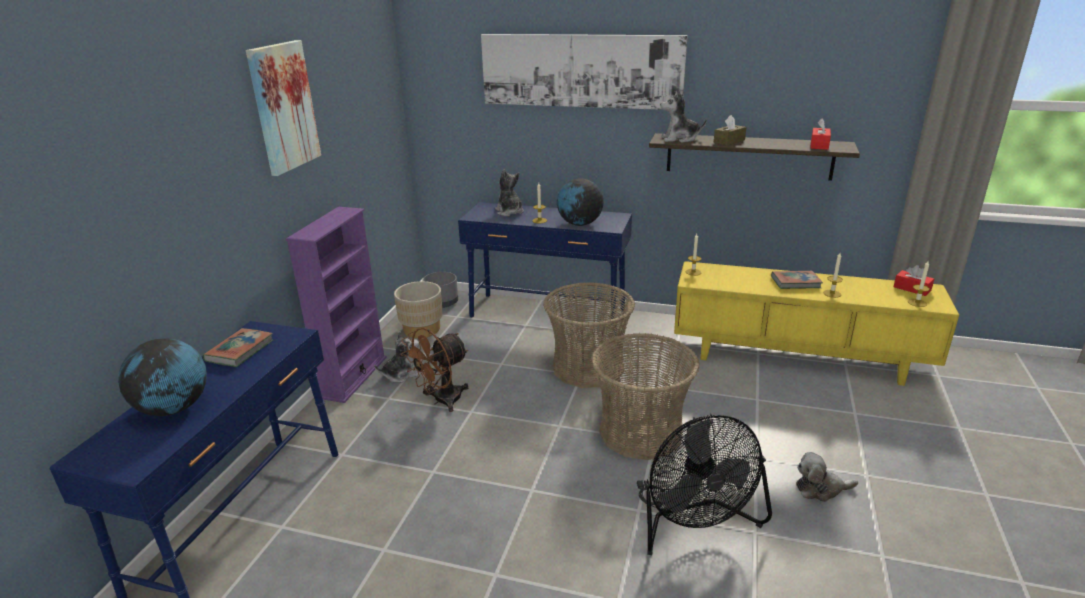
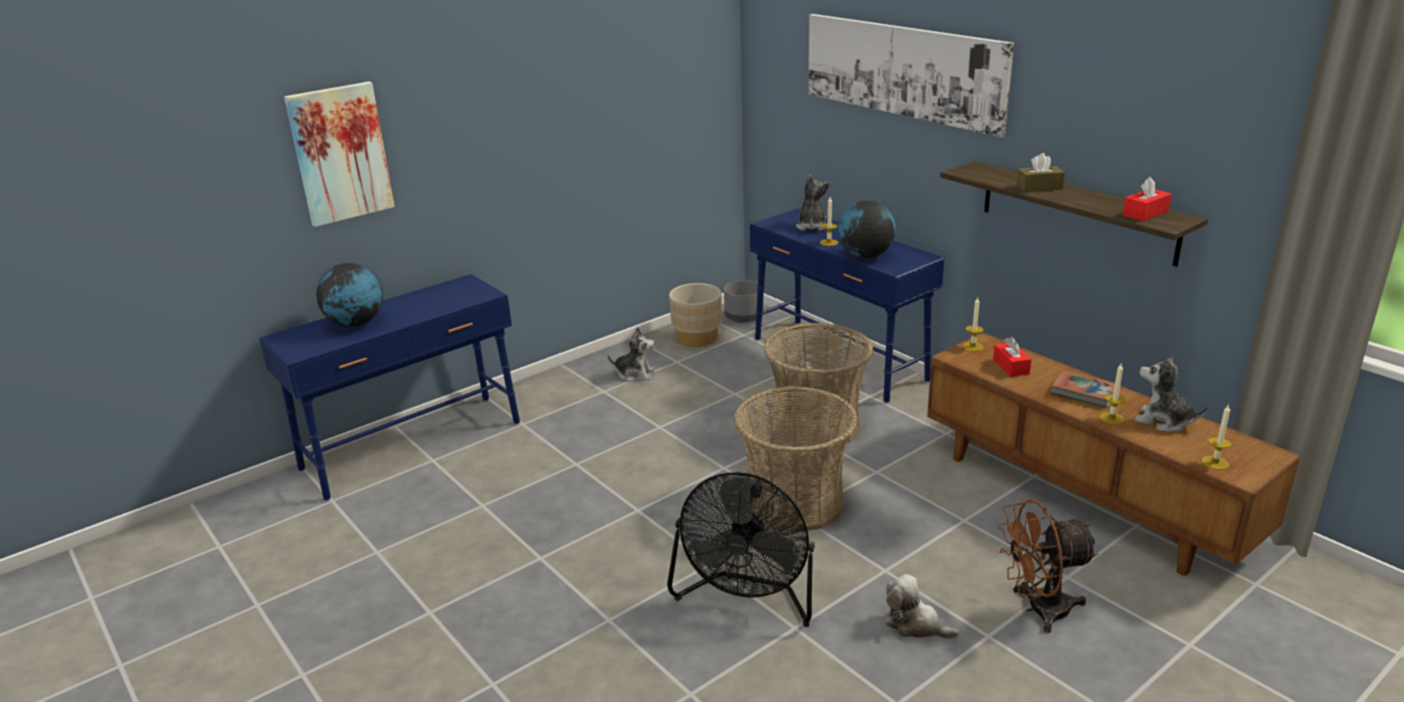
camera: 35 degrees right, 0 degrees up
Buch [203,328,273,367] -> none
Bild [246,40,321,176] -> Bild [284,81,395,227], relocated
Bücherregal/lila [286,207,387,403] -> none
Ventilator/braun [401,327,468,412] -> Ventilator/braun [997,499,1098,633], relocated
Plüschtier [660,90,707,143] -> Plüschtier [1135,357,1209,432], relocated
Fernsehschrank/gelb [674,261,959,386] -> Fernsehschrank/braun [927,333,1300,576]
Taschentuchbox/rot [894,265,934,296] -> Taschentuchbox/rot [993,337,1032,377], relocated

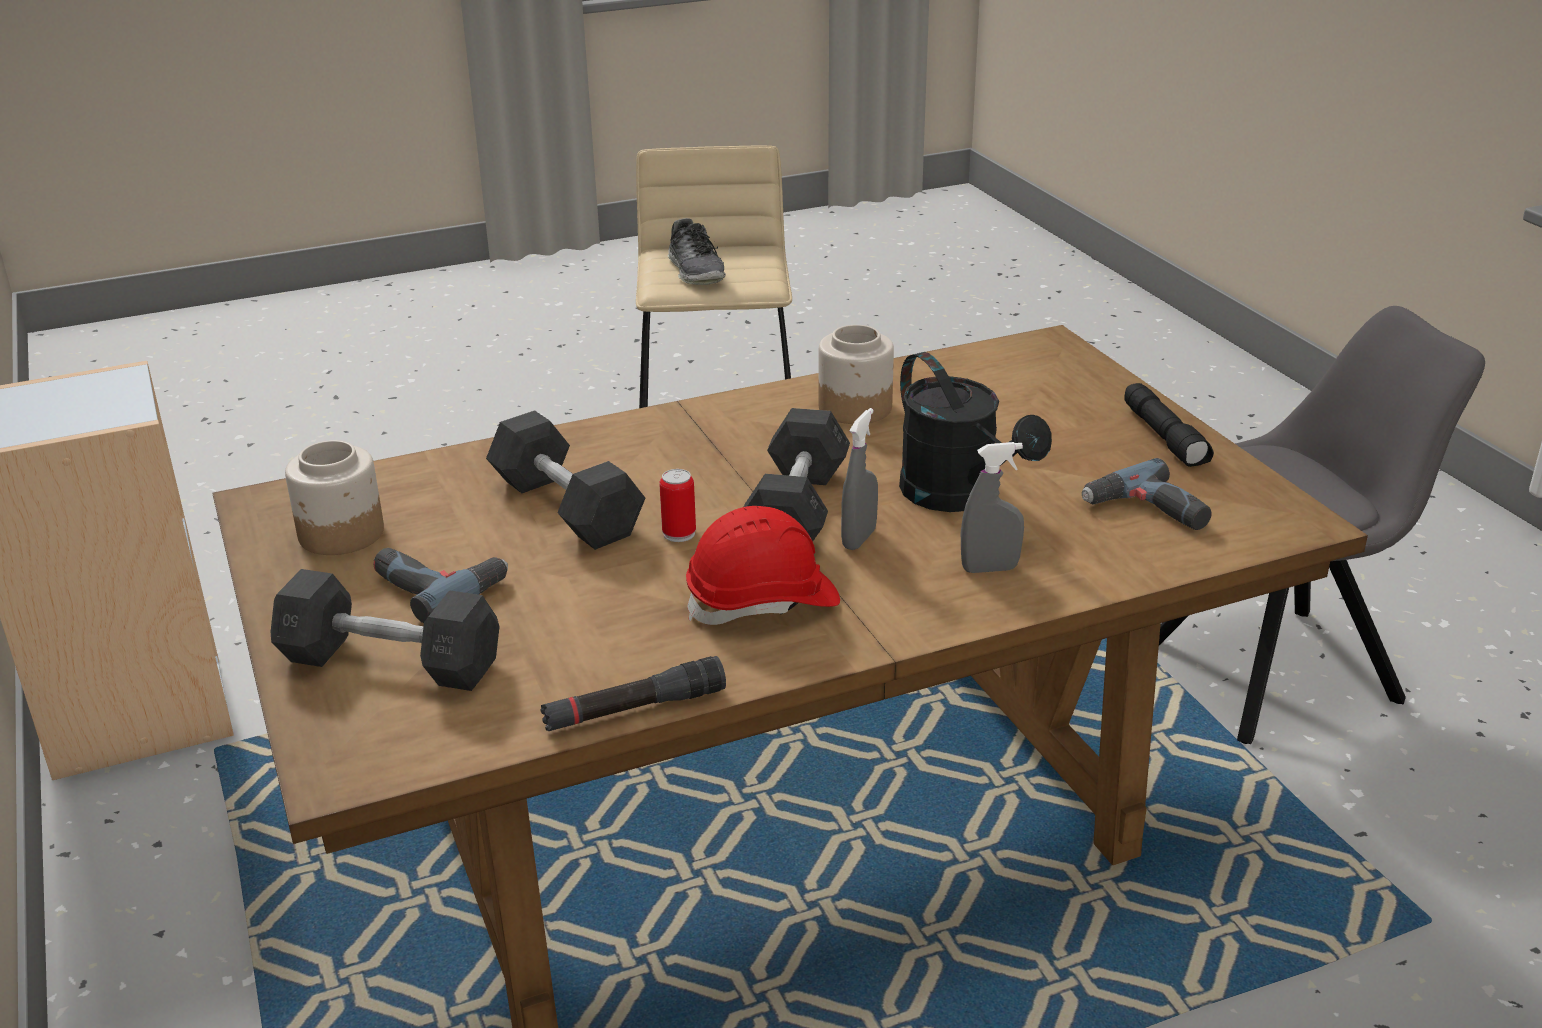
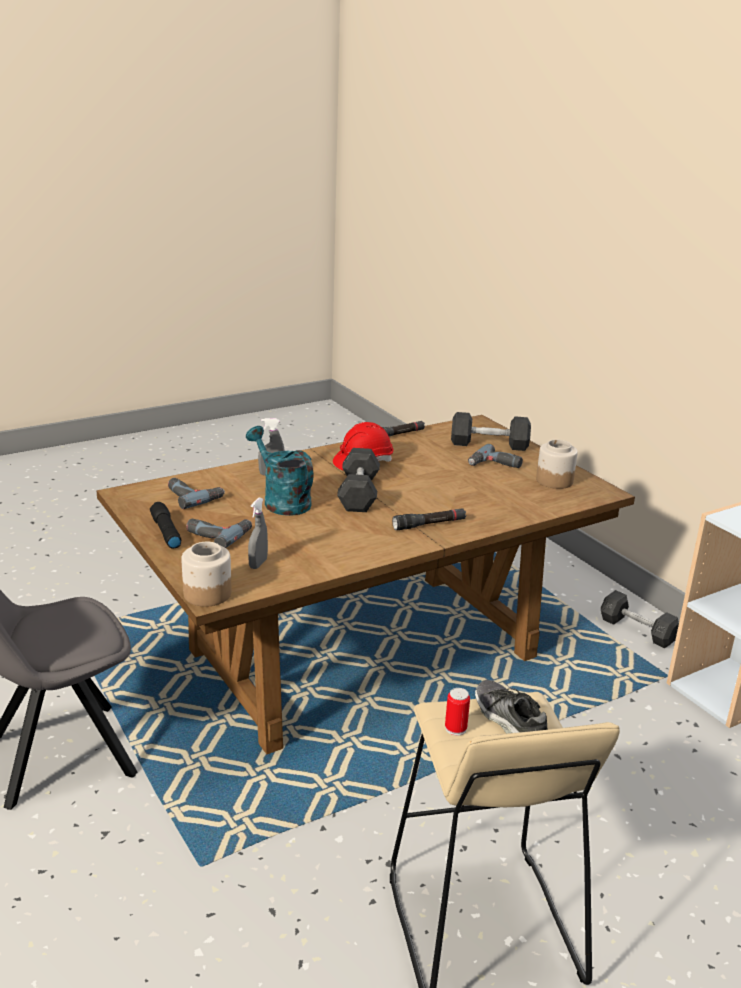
camera: 170 degrees right, 5 degrees down
Hantel/grau [486,410,645,550] -> Hantel/grau [601,590,679,648], relocated
Dose [659,469,696,542] -> Dose [445,688,470,736], relocated
Vorratsglas [818,325,894,424] -> Vorratsglas [181,542,232,607], relocated
Sprühflasche/grau [841,408,878,550] -> Sprühflasche/grau [248,498,268,569], relocated
Gießkanne/schwarz [899,352,1052,512] -> Gießkanne/türkis [246,426,313,516]
none -> Bohrmaschine [186,519,252,548]
none -> Taschenlampe/schwarz [392,508,466,530]

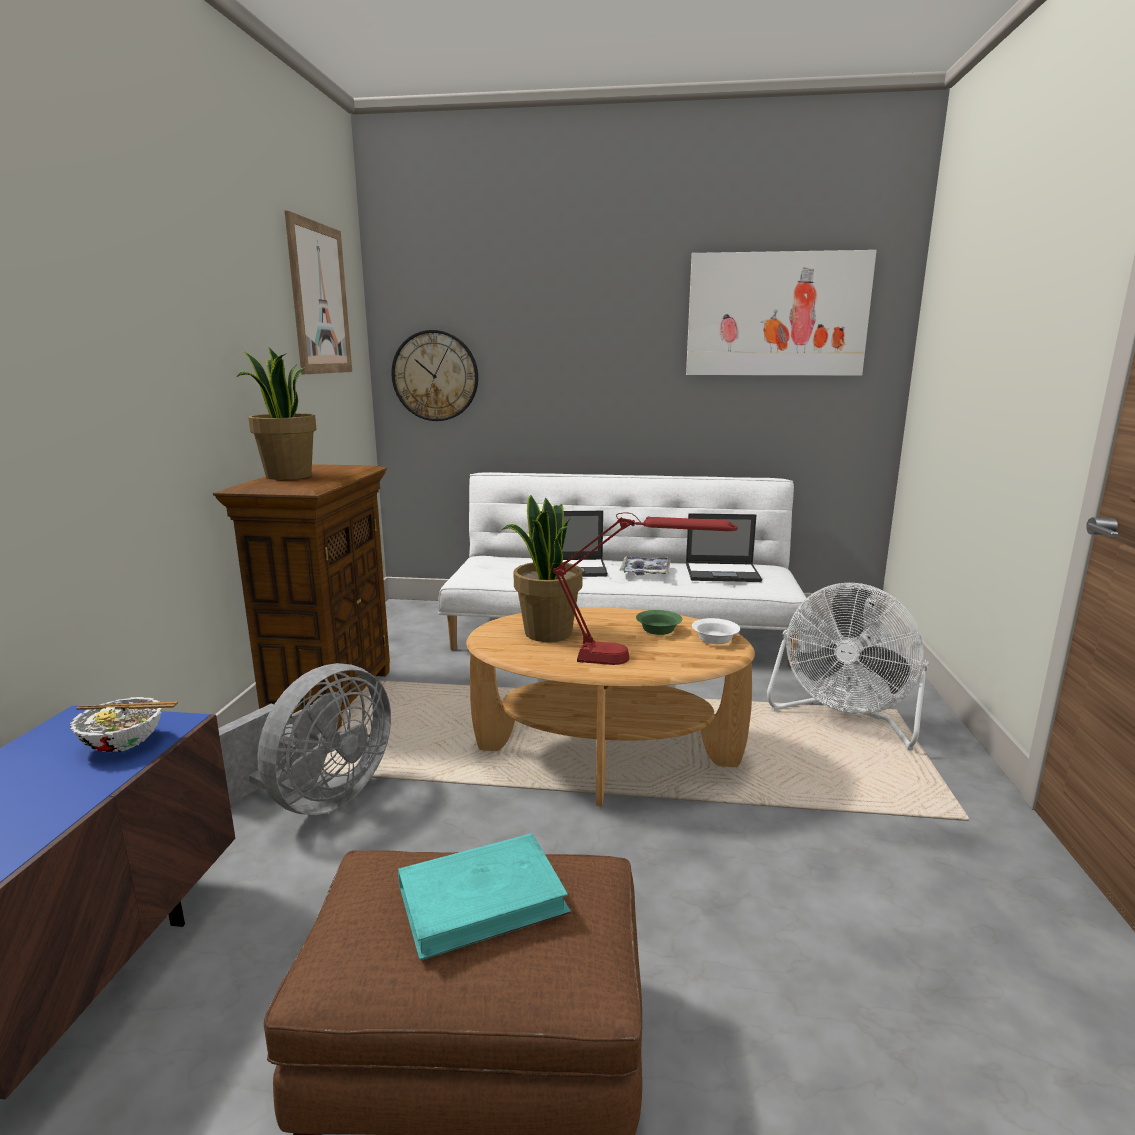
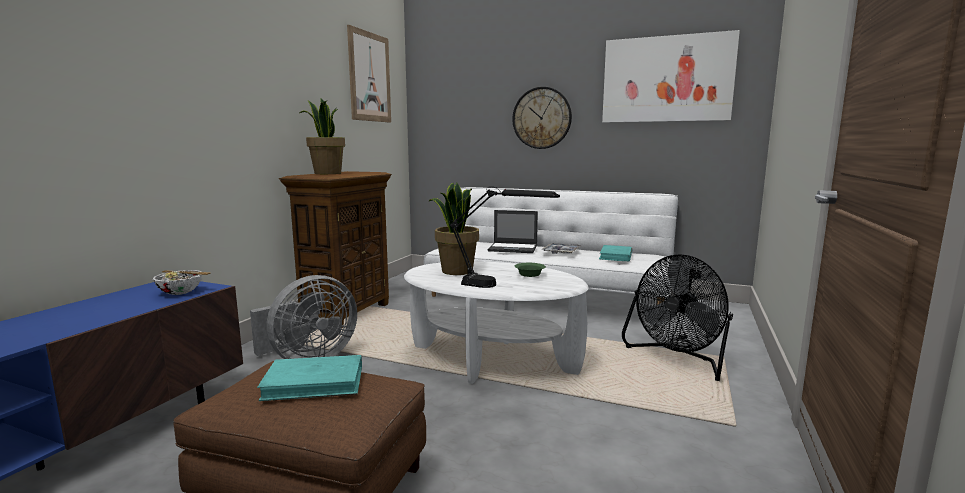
camera: 15 degrees right, 5 degrees down
Wanduhr [391,330,478,421] -> Wanduhr [512,87,572,149], relocated
Couchtisch/braun [466,607,755,807] -> Couchtisch/weiß [404,261,589,384]
Tischlampe/rot [551,512,738,665] -> Tischlampe/schwarz [449,187,560,288]
Laptop [686,513,762,582] -> Buch/türkis [599,245,632,261]
Schüssel/weiß [692,618,740,644] -> none
Ventilator/weiß [767,583,929,751] -> Ventilator/schwarz [622,255,733,381]

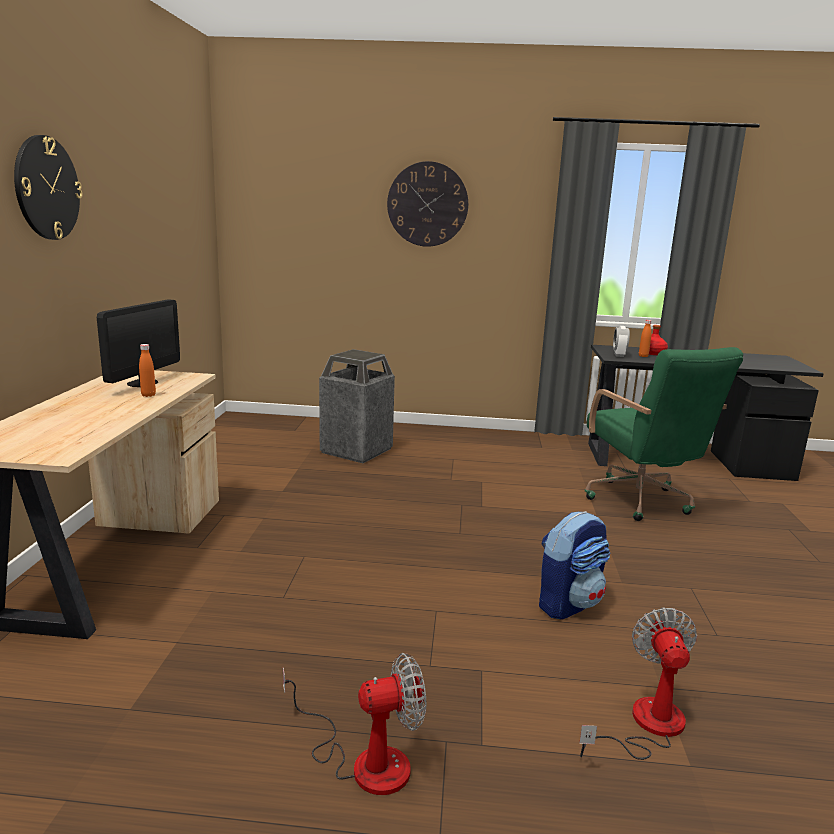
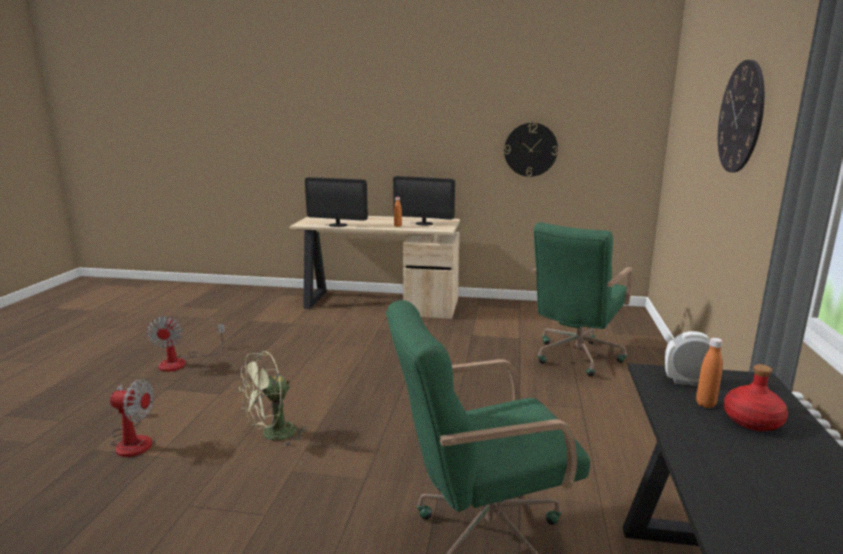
camera: 95 degrees right, 0 degrees up
Wanduhr [14,135,82,240] -> Wanduhr [504,123,558,177], relocated
Mülleimer [319,349,395,463] -> Bürostuhl/grün [532,222,633,377]
Rucksack [539,511,610,620] -> Ventilator/grün [239,351,308,447]
none -> Monitor [305,177,368,227]

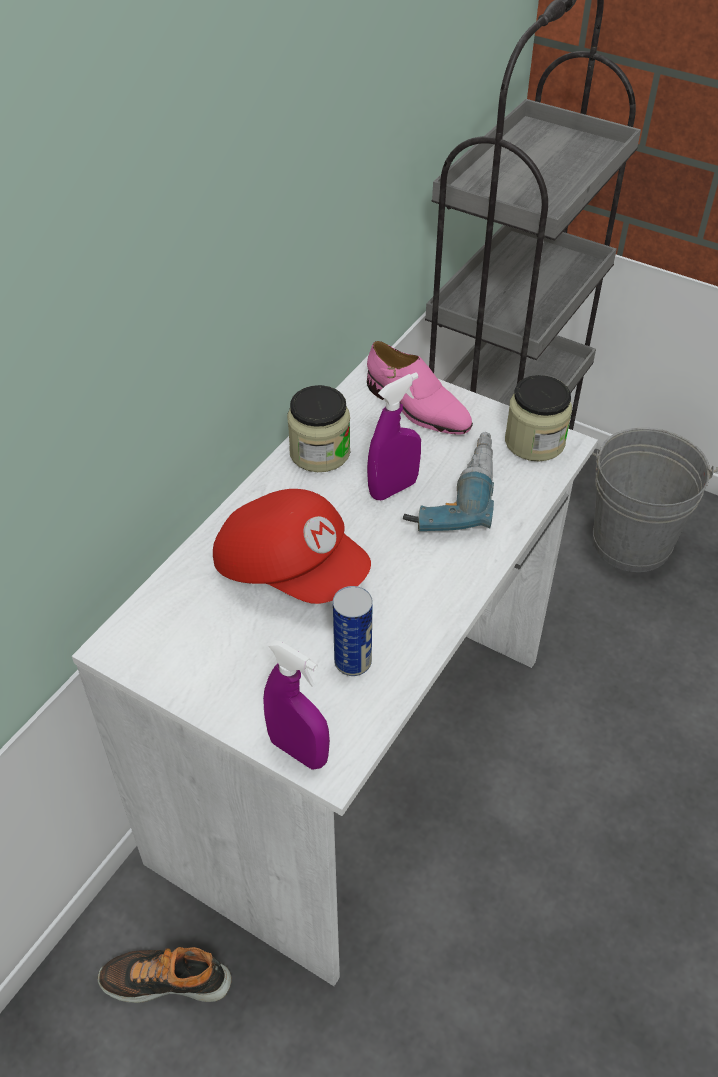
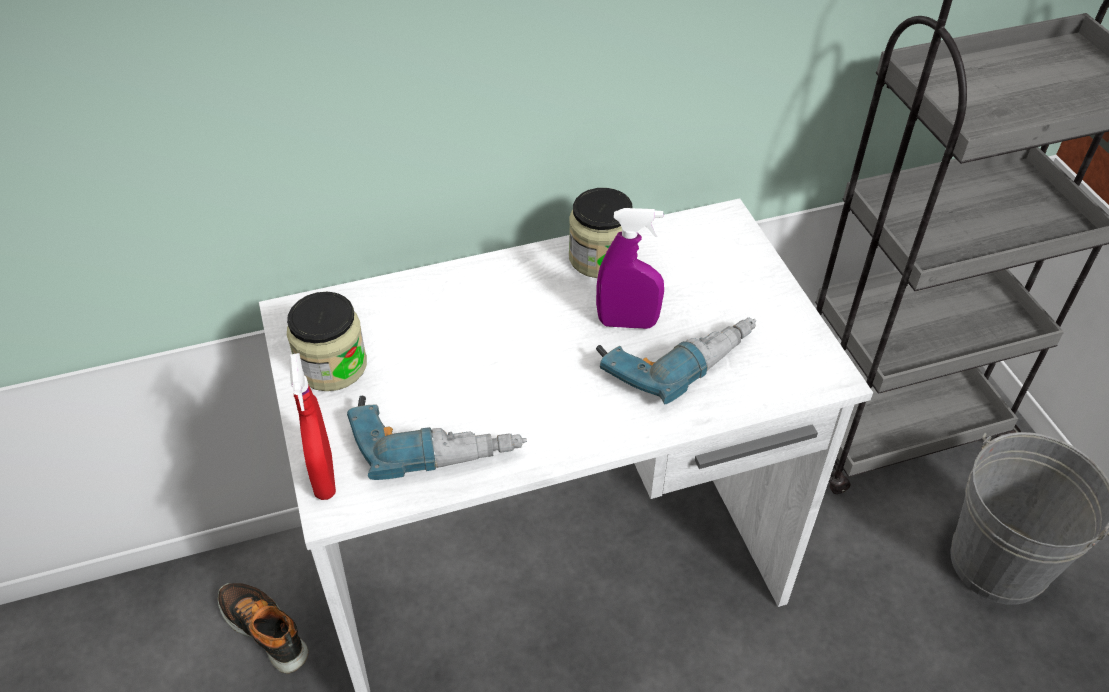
camera: 40 degrees right, 0 degrees up
Kappe/rot [213,489,371,604] -> none
Sprühflasche/lila [263,640,330,770] -> Sprühflasche/rot [289,353,336,500]
Dose [333,586,373,676] -> Bohrmaschine [347,396,527,480]
Schuh/rosa [367,341,473,435] -> none
Vorratsglas [505,375,572,462] -> Vorratsglas [287,292,367,391], relocated

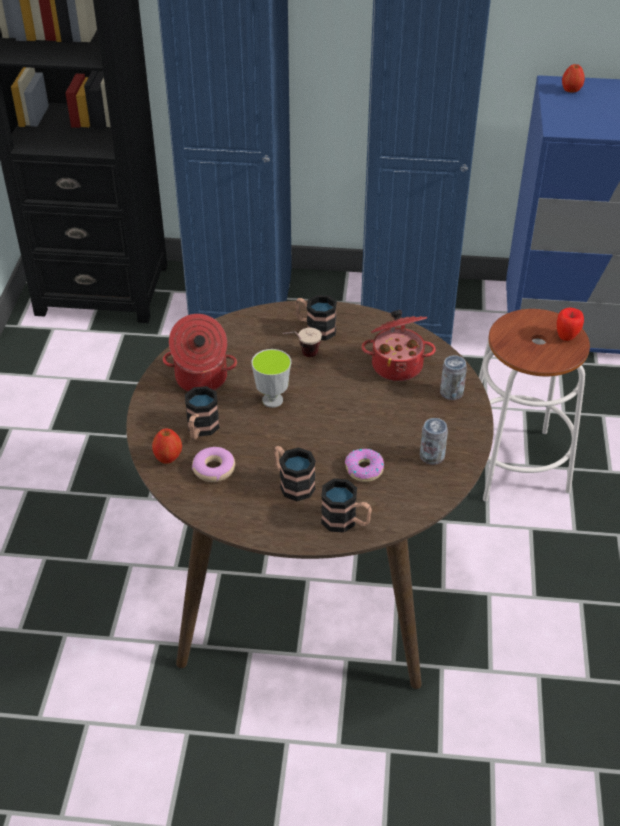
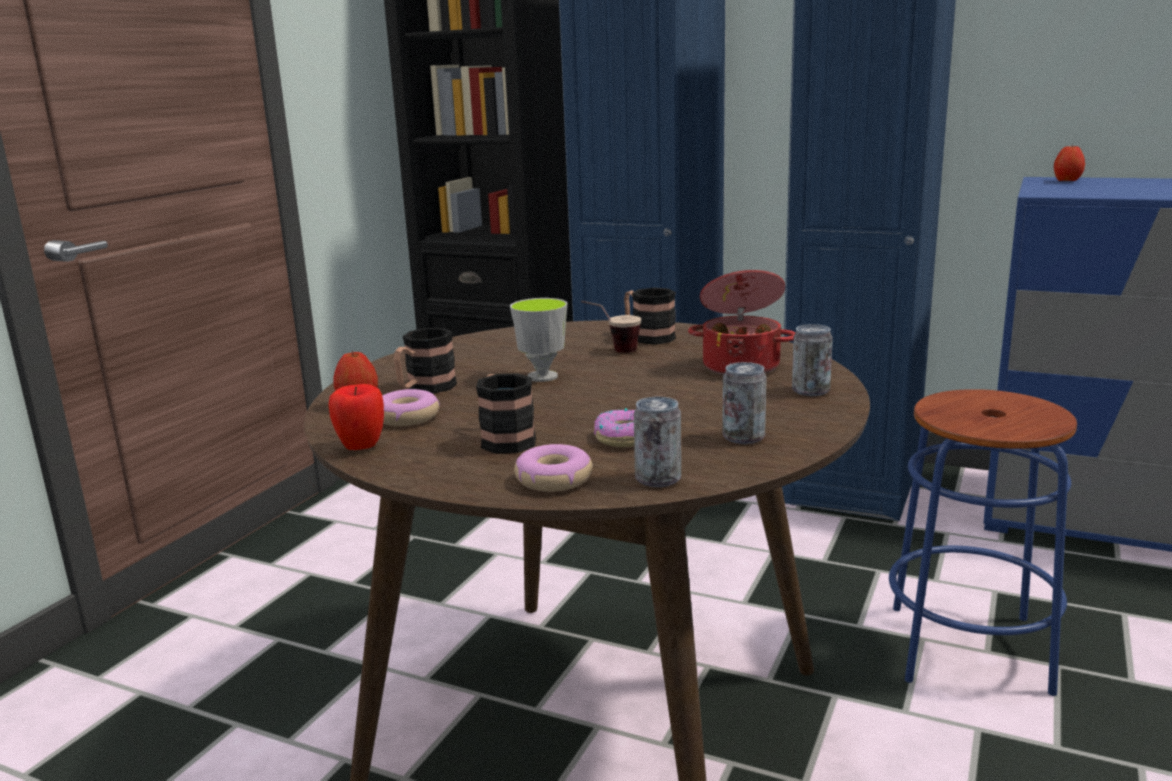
camera: 20 degrees right, 25 degrees down
Kochtopf [163,314,237,391] -> none
Henkelbecher [321,479,372,533] -> Donut [514,444,592,492]
Hocker/weiß [479,309,590,502] -> Hocker/blau [889,389,1077,696]
Apfel [557,307,584,341] -> Apfel [329,384,384,450], relocated
none -> Dose [634,397,681,487]

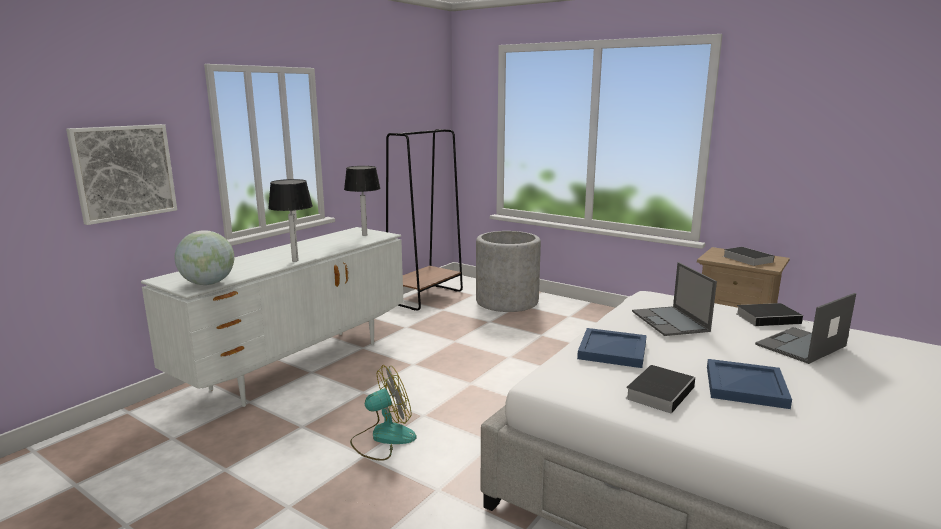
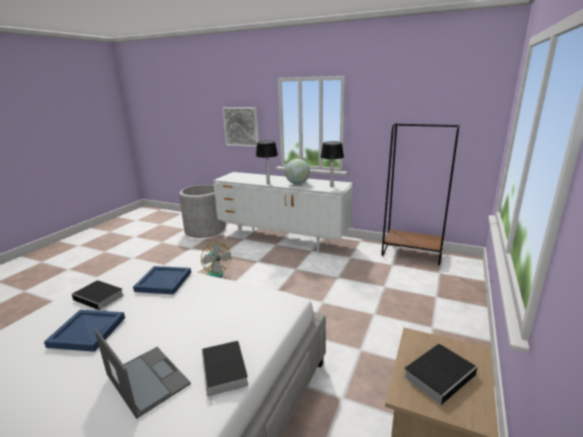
camera: 80 degrees right, 5 degrees up
Globus [174,230,234,285] -> Globus [285,159,310,184], relocated
Pflanzkübel/grau [476,231,541,312] -> Pflanzkübel/grau [179,185,225,238], relocated
Laptop [632,262,717,336] -> none

